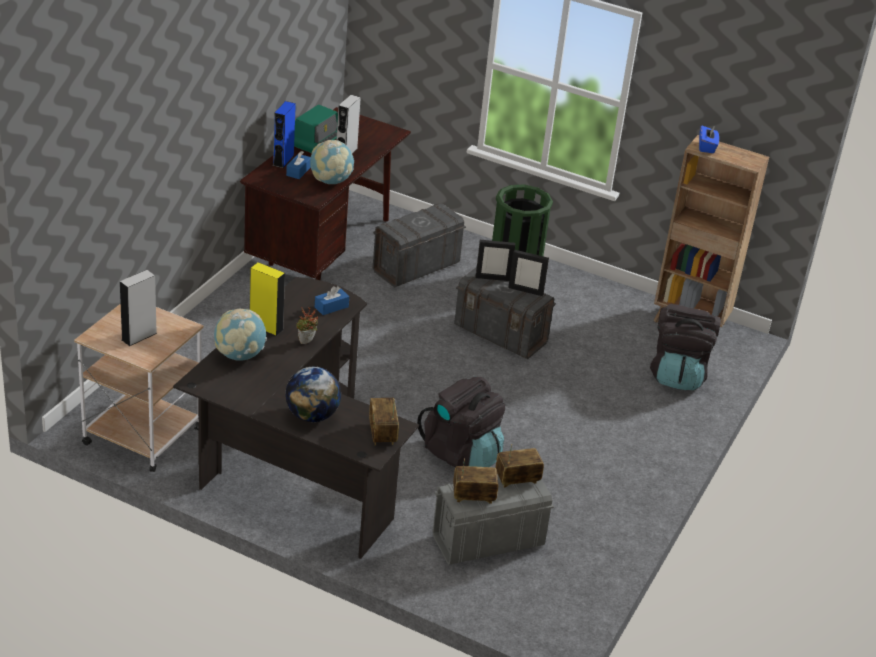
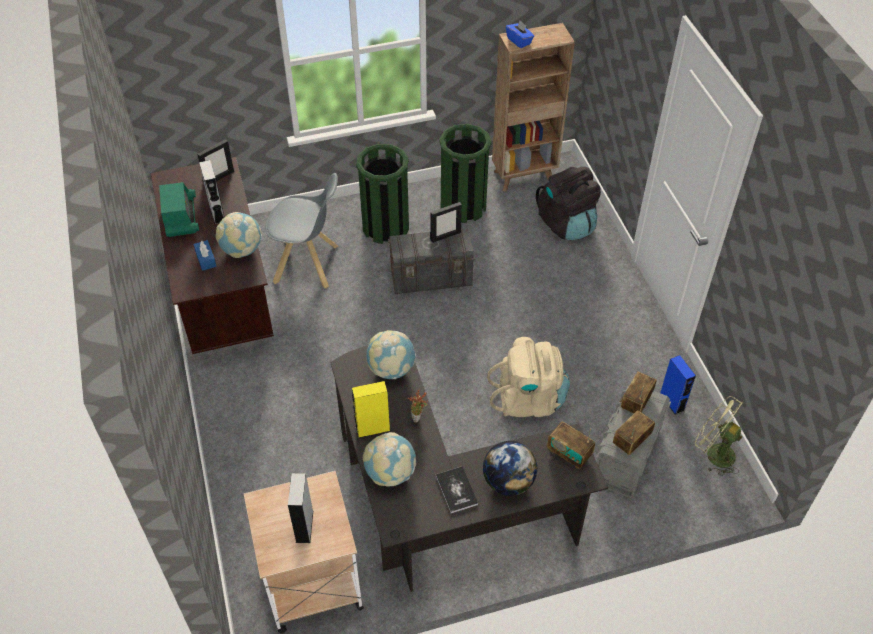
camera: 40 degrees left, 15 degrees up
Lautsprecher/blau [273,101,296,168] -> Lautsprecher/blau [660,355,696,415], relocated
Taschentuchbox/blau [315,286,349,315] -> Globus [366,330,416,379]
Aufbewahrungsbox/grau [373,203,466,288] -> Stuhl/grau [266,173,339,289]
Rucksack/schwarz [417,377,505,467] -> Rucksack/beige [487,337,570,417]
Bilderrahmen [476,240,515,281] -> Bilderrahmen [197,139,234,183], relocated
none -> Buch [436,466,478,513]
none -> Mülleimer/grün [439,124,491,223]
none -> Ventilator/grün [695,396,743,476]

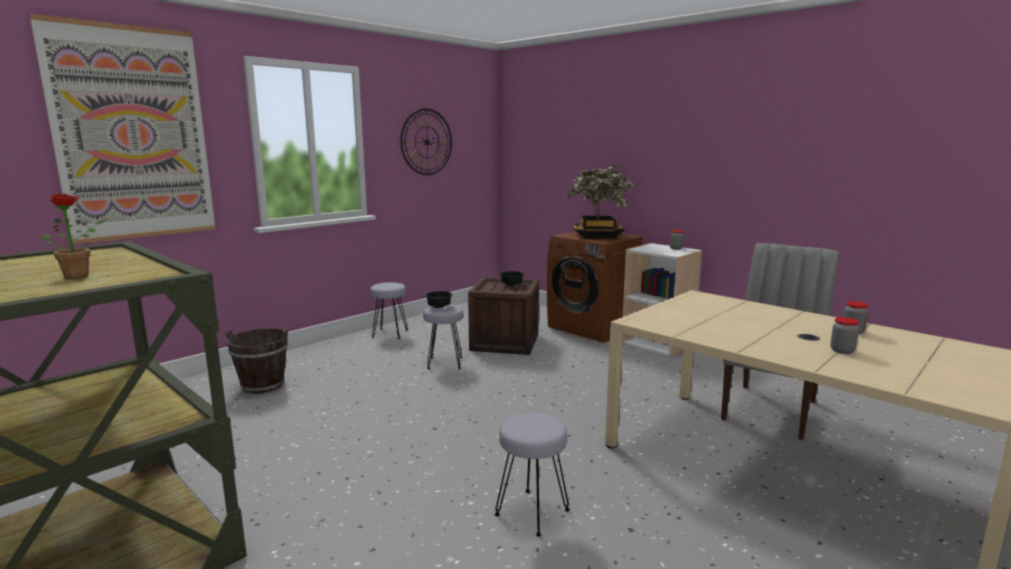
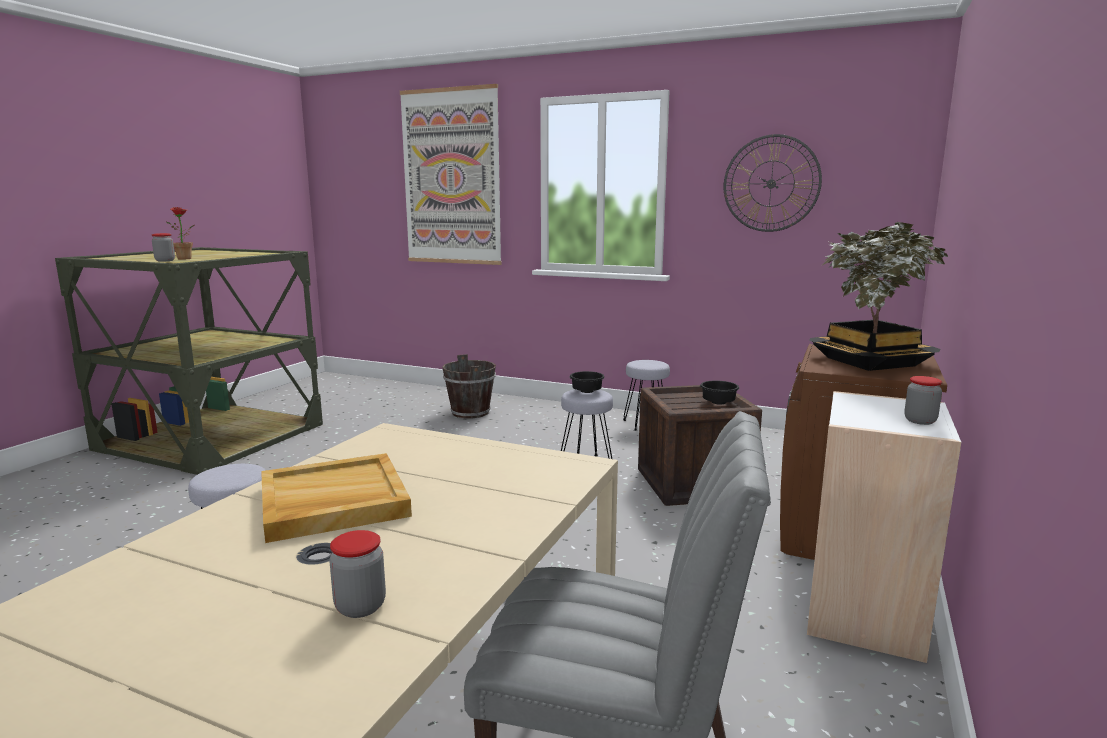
camera: 70 degrees right, 0 degrees up
Vorratsglas [830,317,859,354] -> Vorratsglas [152,233,175,262], relocated
none -> Tablett/beige [261,453,412,543]

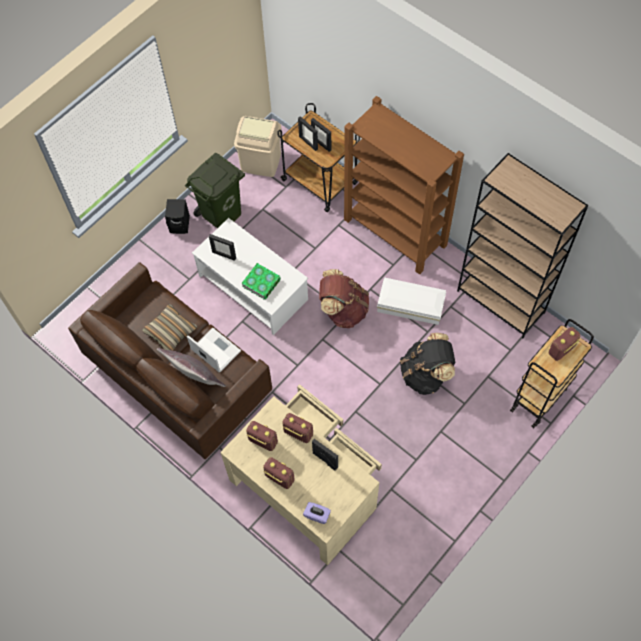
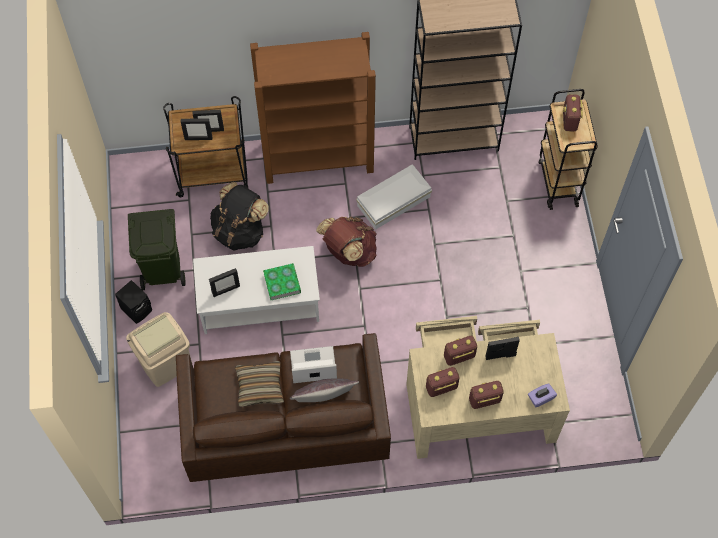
camera: 50 degrees left, 0 degrees up
Mülleimer/beige [234,116,281,177] -> Mülleimer/beige [126,312,192,387], relocated
Rucksack/schwarz [400,333,455,395] -> Rucksack/schwarz [210,182,268,251], relocated

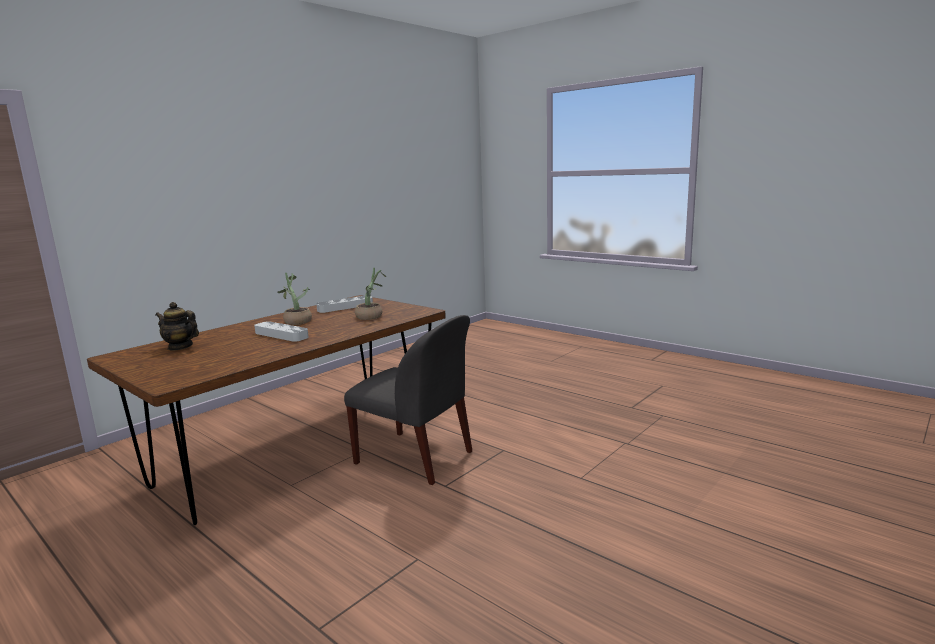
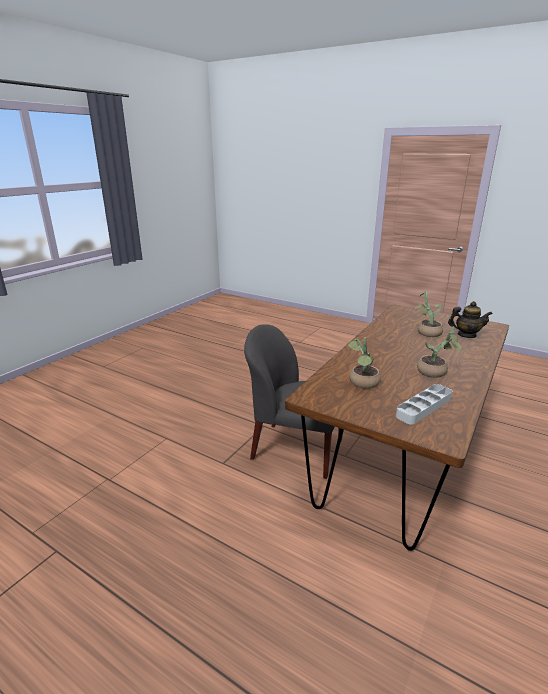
camera: 170 degrees right, 10 degrees up
Tablett/grau [254,321,309,342] -> none
none -> Topfpflanze [413,290,443,337]

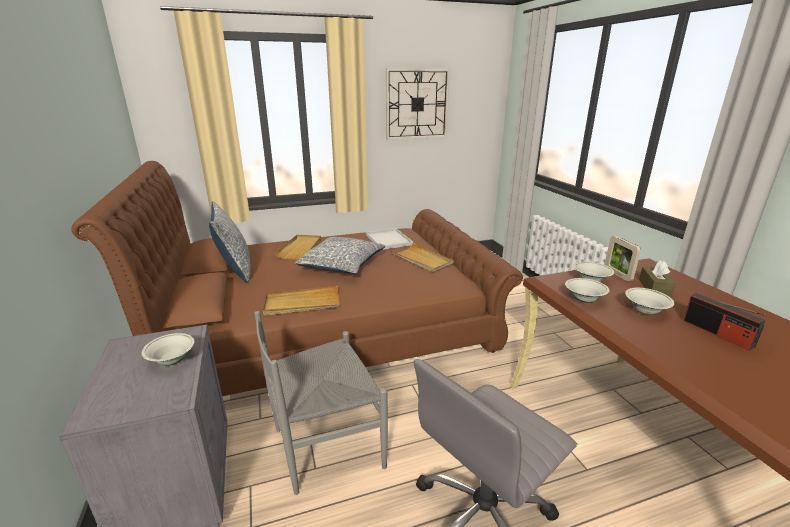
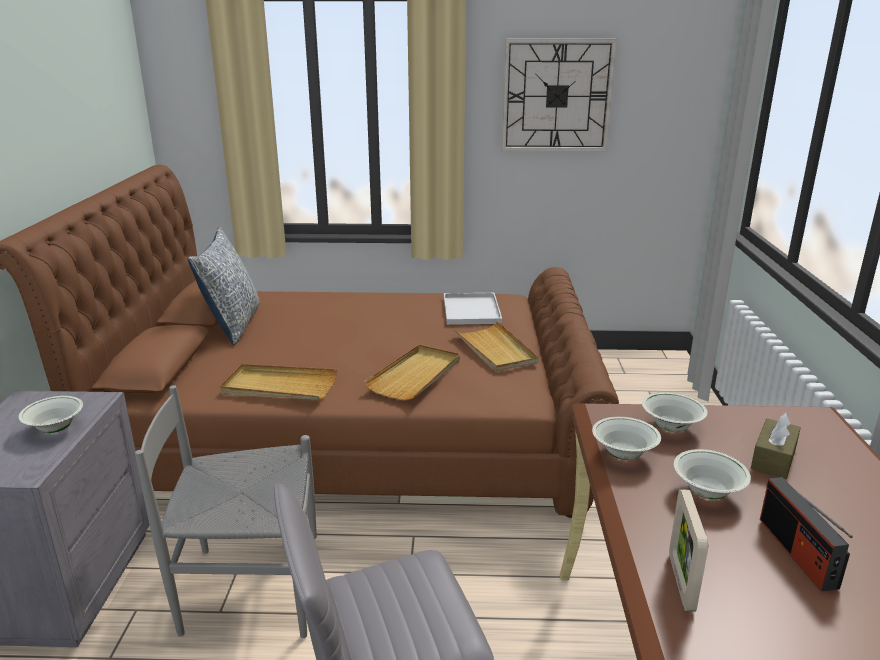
camera: 20 degrees right, 0 degrees up
Tablett/beige [275,235,321,259] -> Tablett/beige [364,345,460,401], relocated
Kissen [295,237,386,274] -> none
Bilderrahmen [605,236,641,282] -> Bilderrahmen [669,489,708,612], relocated

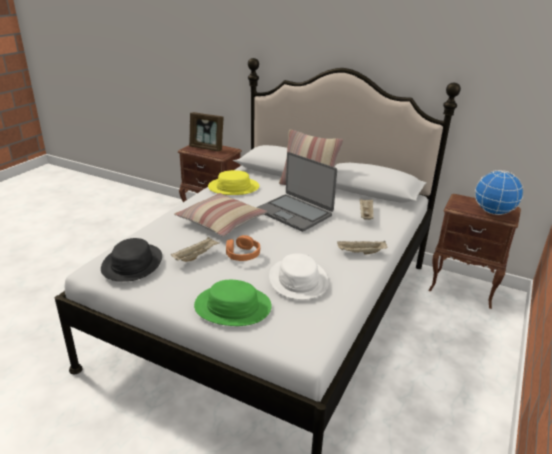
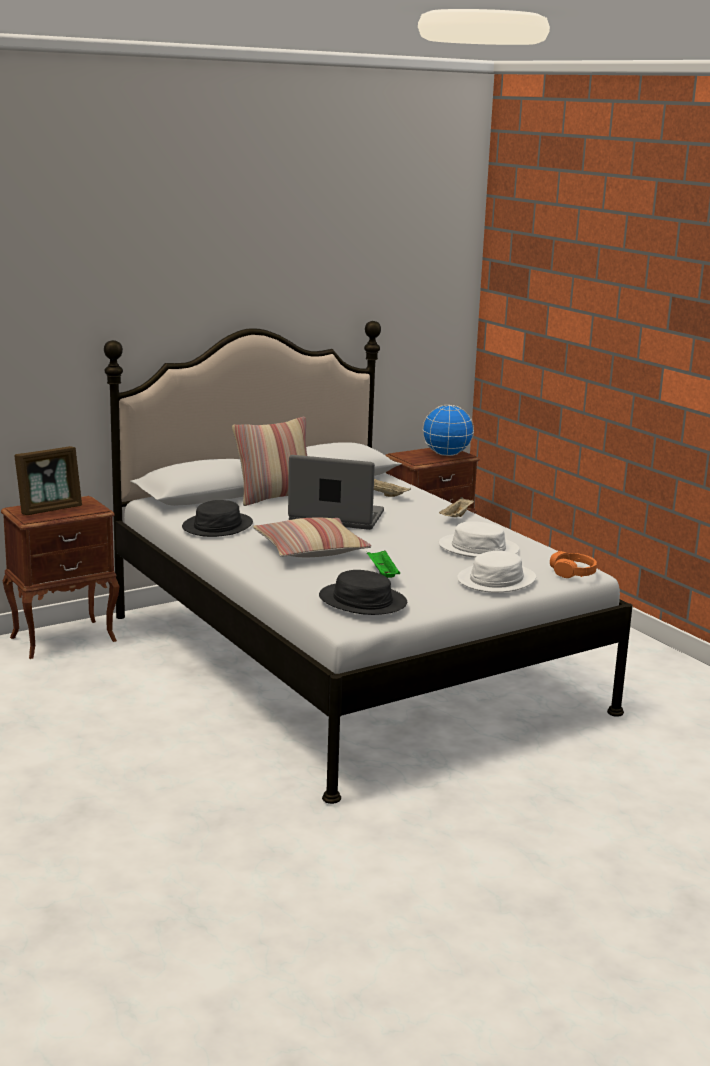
camera: 60 degrees left, 10 degrees down
Tablett/beige [171,237,219,262] -> Tablett/grün [367,550,400,578]
Hut/grün [194,280,272,326] -> Hut/weiß [457,550,536,592]
Hut/gelb [208,170,259,195] -> Hut/schwarz [182,500,253,537]
Kopfhörer/orange [226,235,260,261] -> Kopfhörer/orange [550,551,597,578], relocated
Laptop [256,152,337,232] -> Laptop [288,455,384,530], 150 degrees counterclockwise

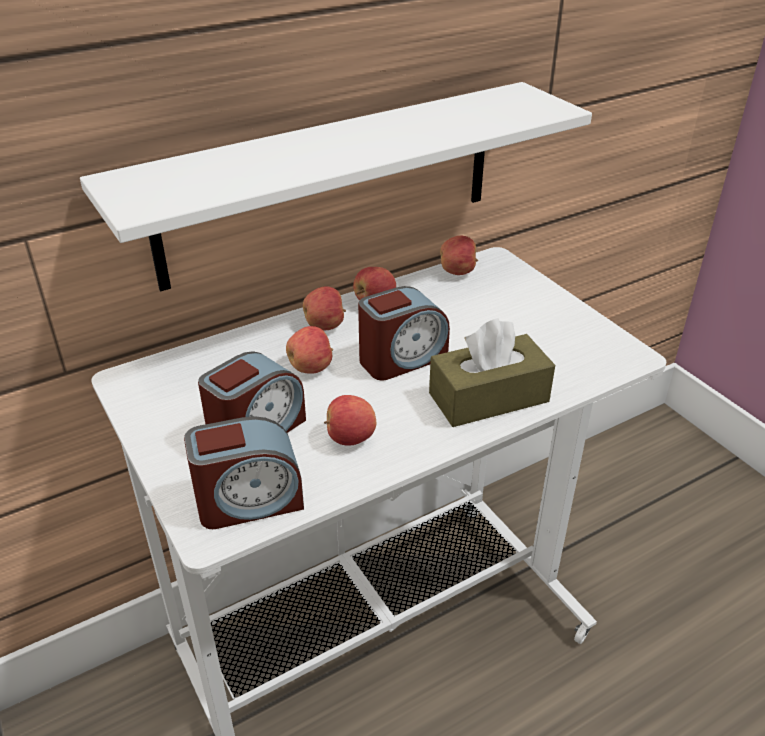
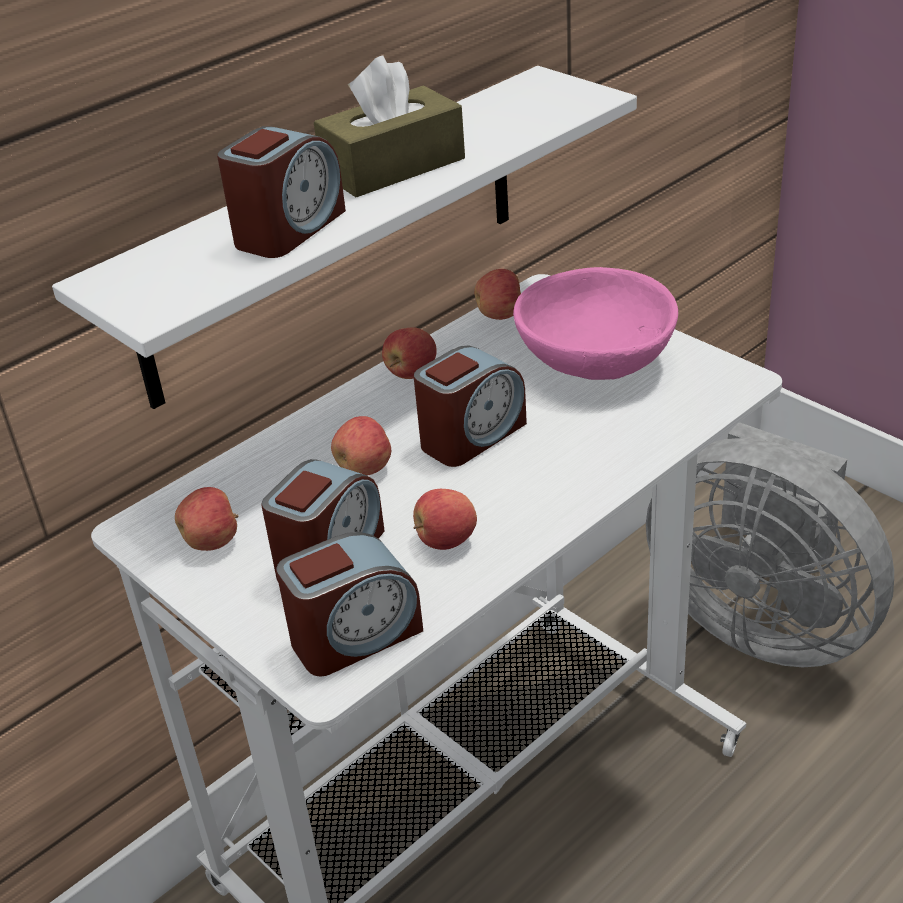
camera: 10 degrees left, 0 degrees up
Apfel [303,286,346,331] -> Apfel [175,487,239,551], relocated
Taschentuchbox/braun [429,318,555,427] -> Taschentuchbox/braun [314,56,465,197], relocated
none -> Wecker [217,126,346,258]
none -> Schüssel/rosa [513,267,678,380]
none -> Ventilator/grau [646,422,894,667]

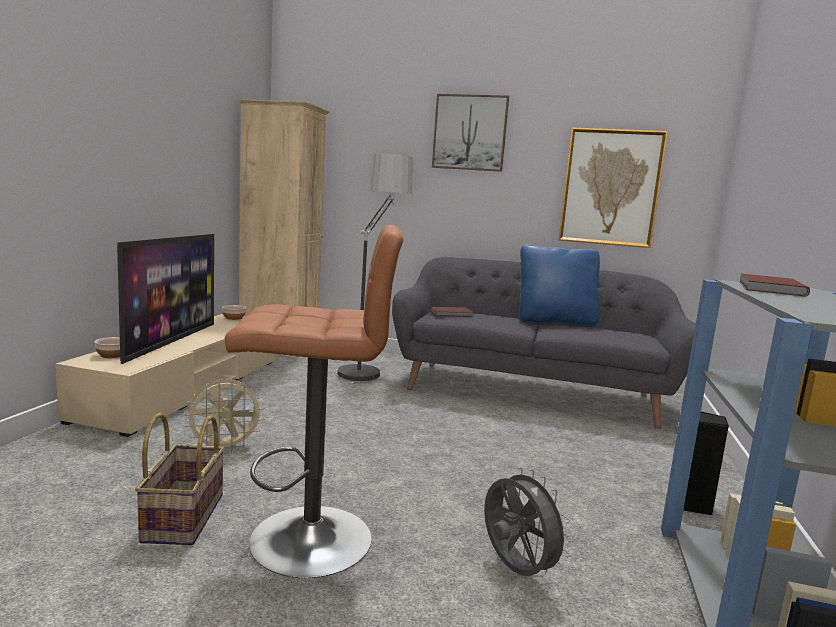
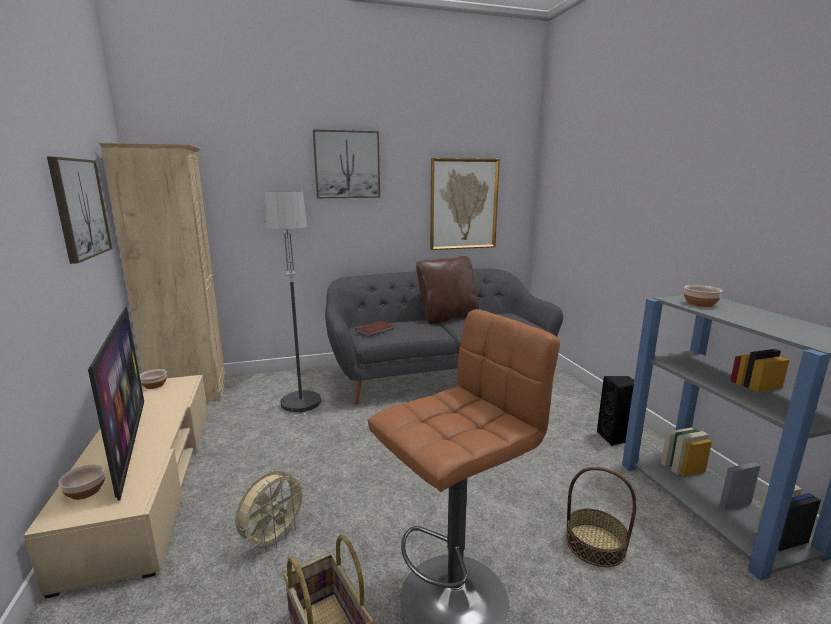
camera: 30 degrees left, 5 degrees up
Ventilator/grau [484,467,573,577] -> Korb [566,467,636,567]
Kissen/blau [519,245,600,327] -> Kissen/braun [416,256,479,324]
Buch/braun [739,273,810,297] -> Schüssel [684,285,723,307]
none -> Bild [47,157,112,264]

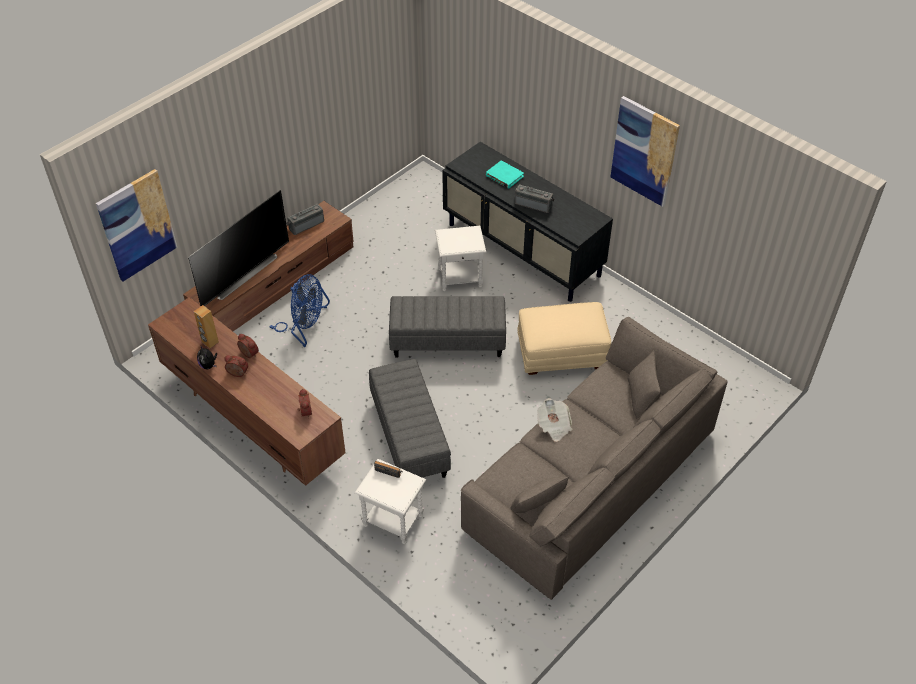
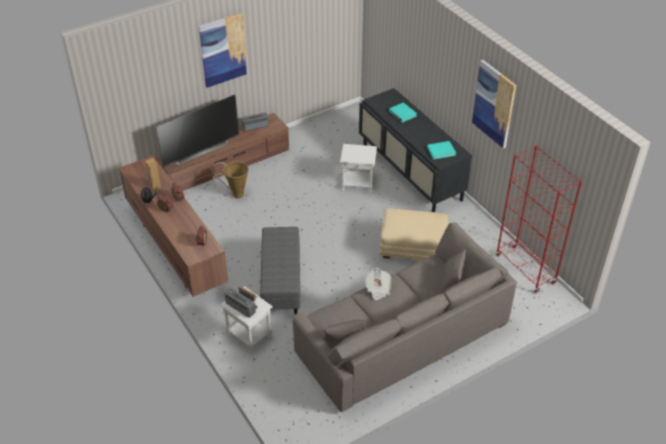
camera: 15 degrees right, 5 degrees down
Bild [96,169,177,281] -> Bild [199,13,248,88], relocated
Ventilator/blau [270,274,330,347] -> Korb [211,161,248,199]
Polsterhocker/grau [389,296,506,357] -> none
Radio [515,184,554,213] -> Radio [225,288,258,318], relocated
none -> Buch/türkis [427,141,456,159]
none -> Bücherregal/rot [496,145,582,293]

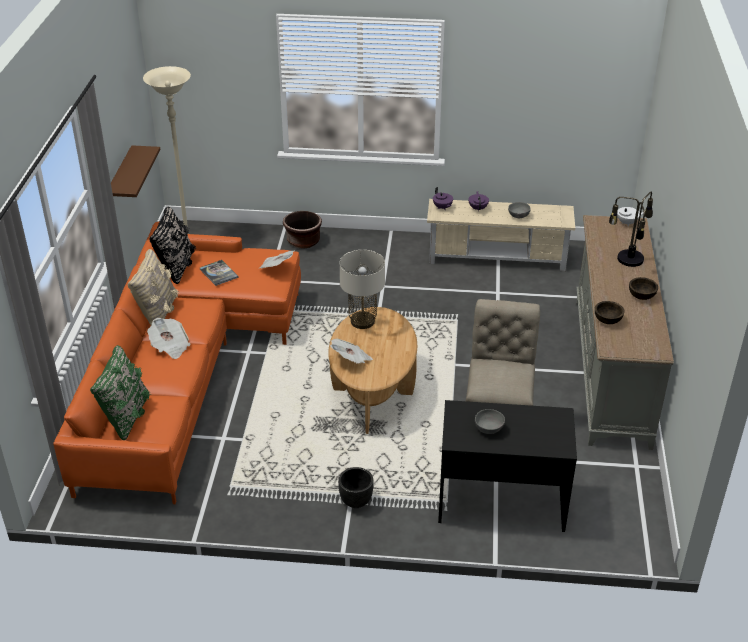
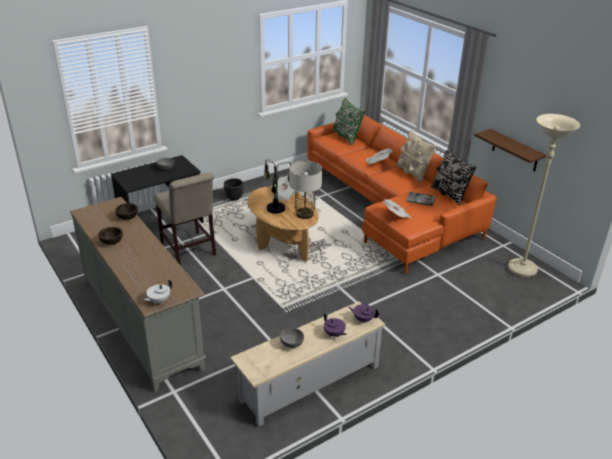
camera: 140 degrees right, 5 degrees down
Pflanzkübel/braun [283,211,322,248] -> none
Tischlampe [609,192,653,267] -> Tischlampe [264,159,291,214], relocated

